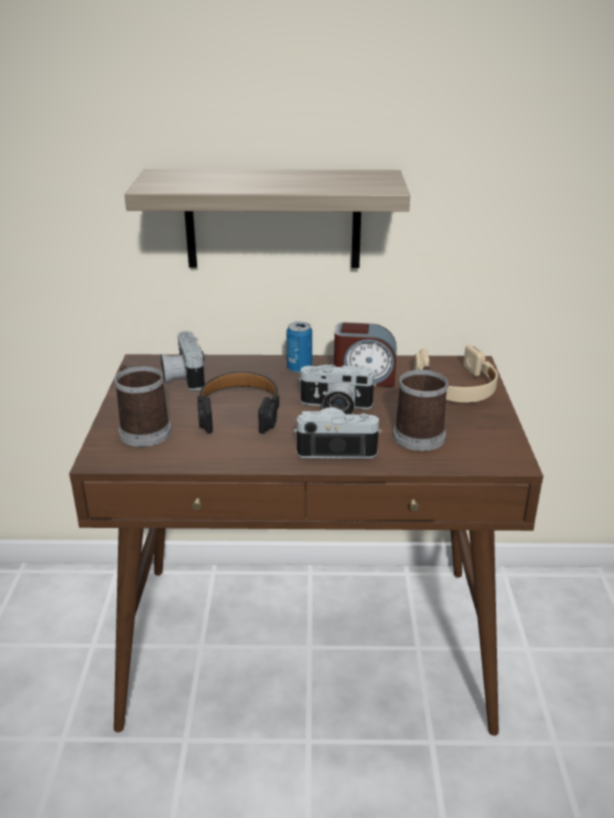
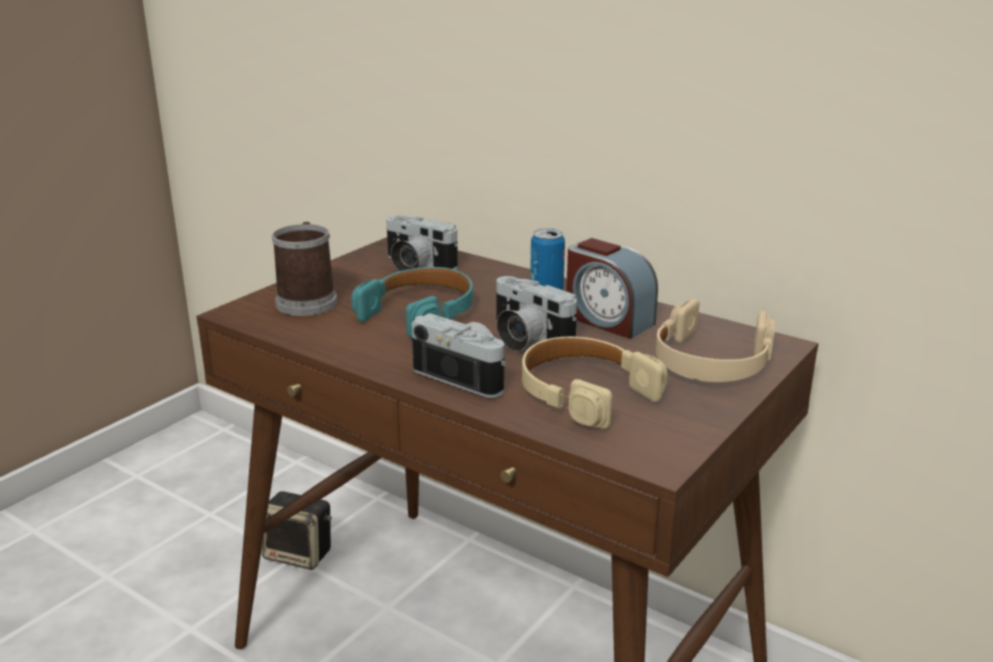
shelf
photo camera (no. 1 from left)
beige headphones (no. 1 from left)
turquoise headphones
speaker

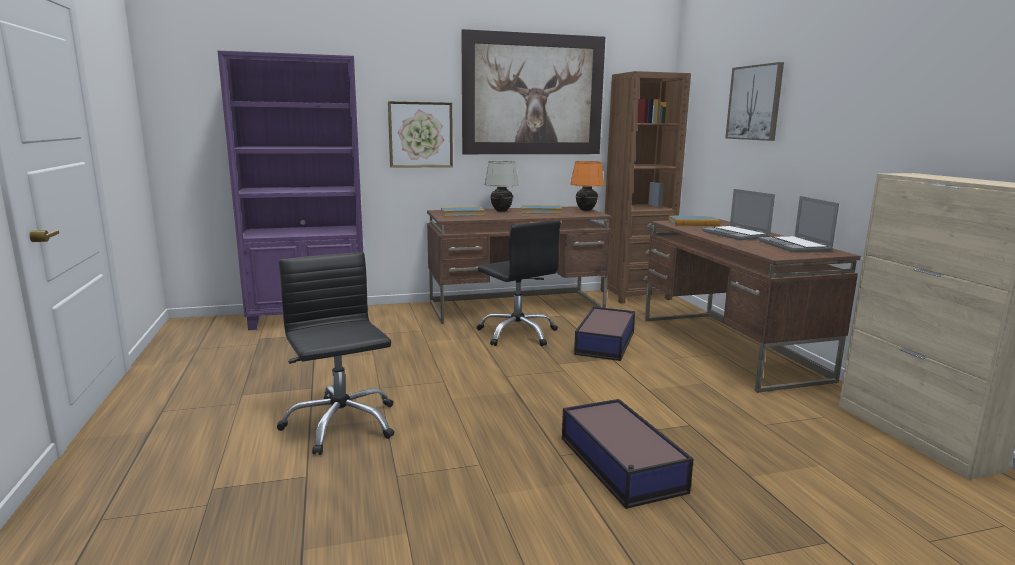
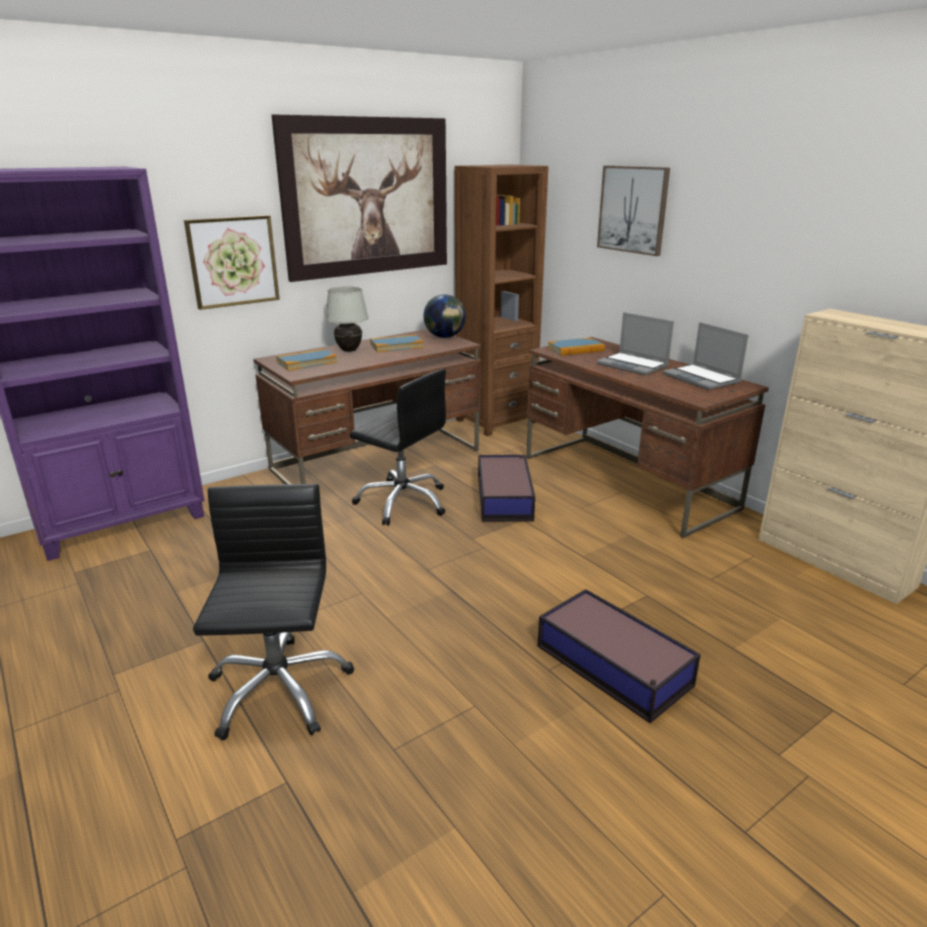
globe
black office chair (no. 1 from left)

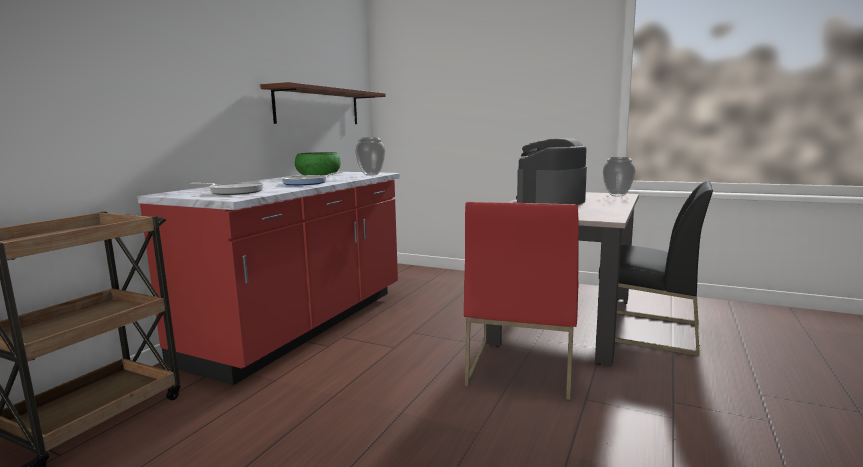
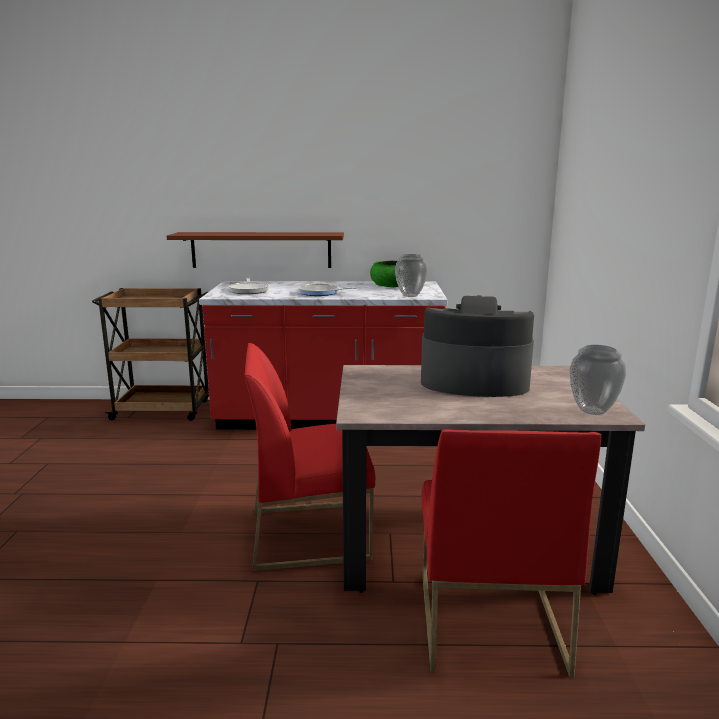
brown shelf
red chair (no. 2 from left)

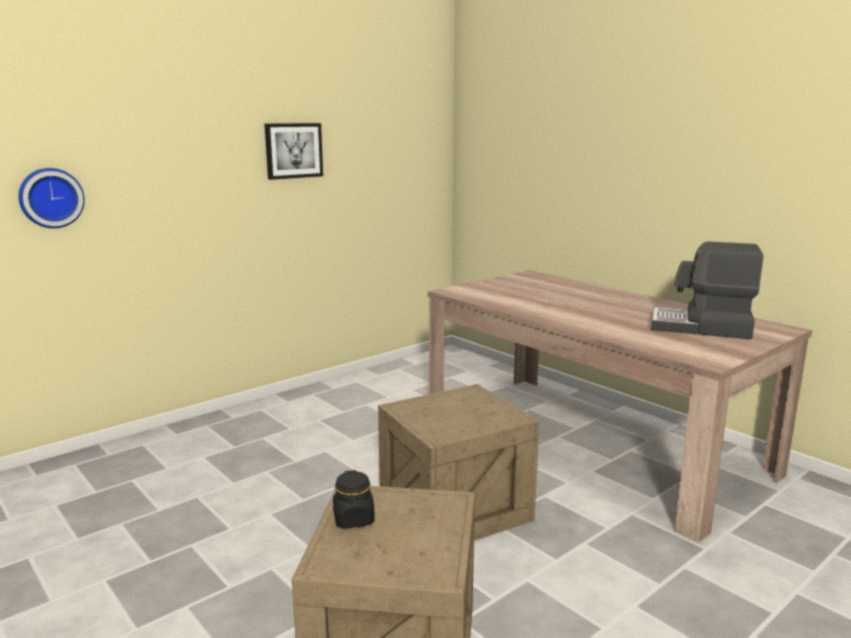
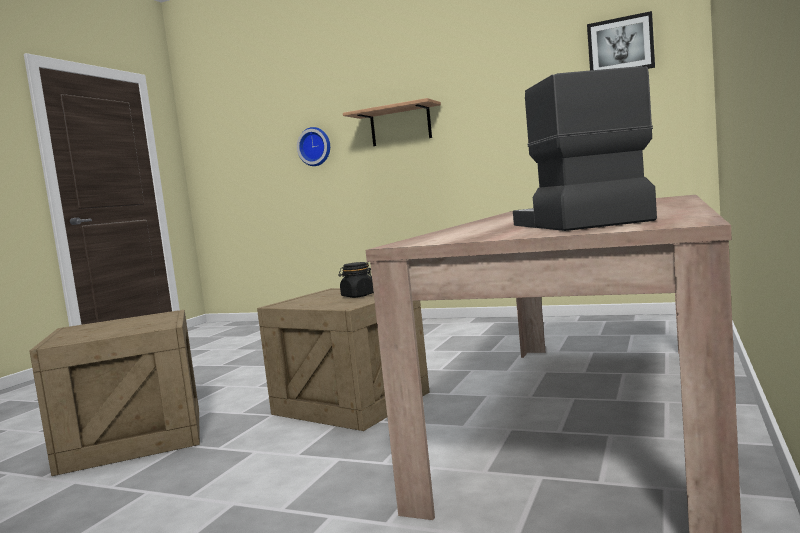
picture
black jar
shelf

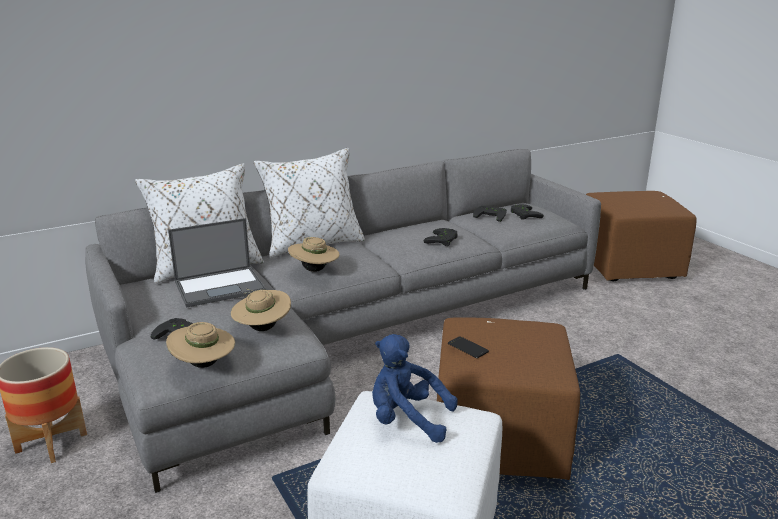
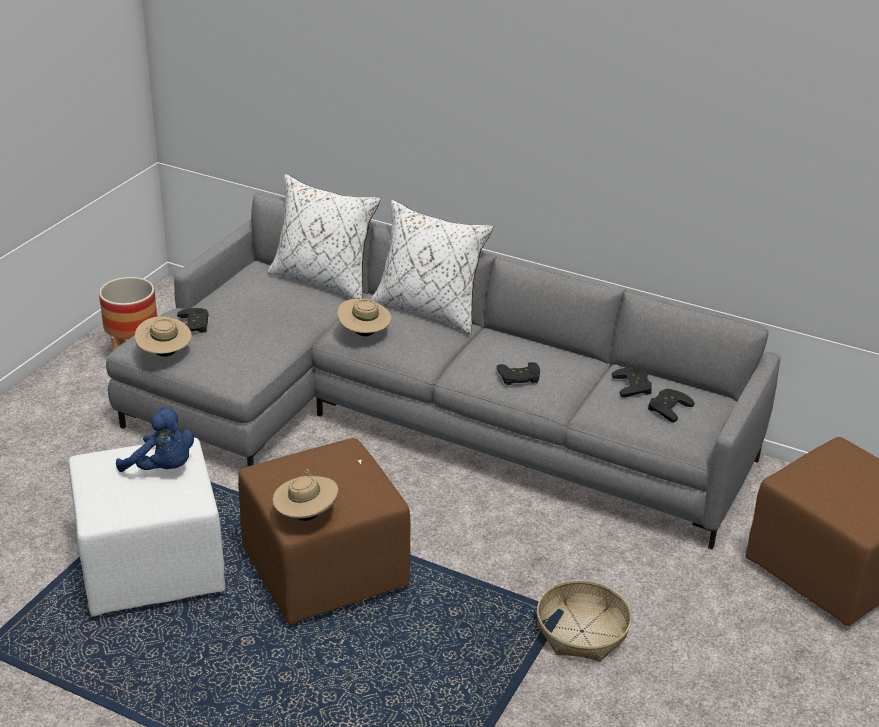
laptop
beige hat (no. 2 from left)
blue plush toy
phone
basket

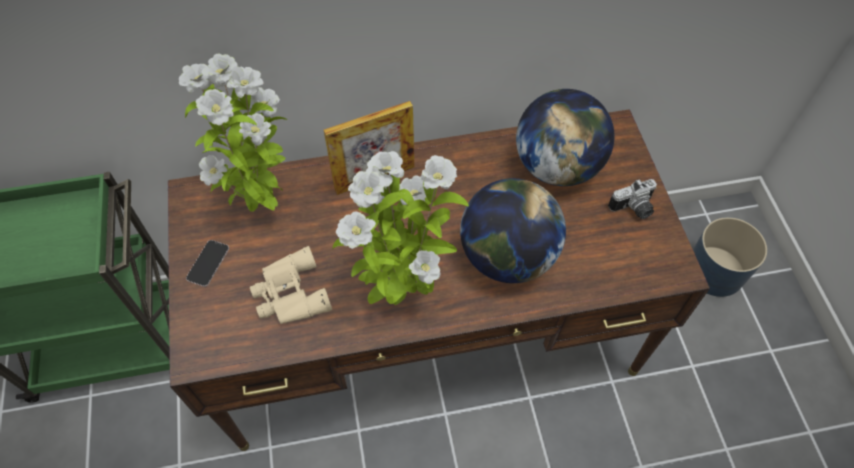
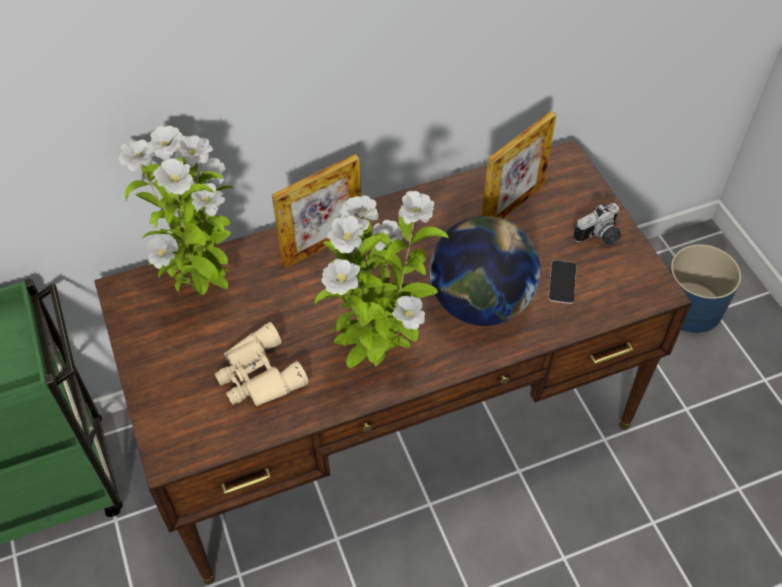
picture frame (no. 2 from left)
phone

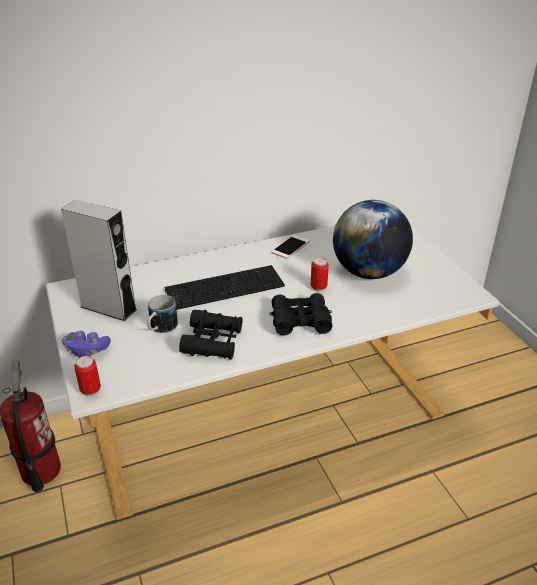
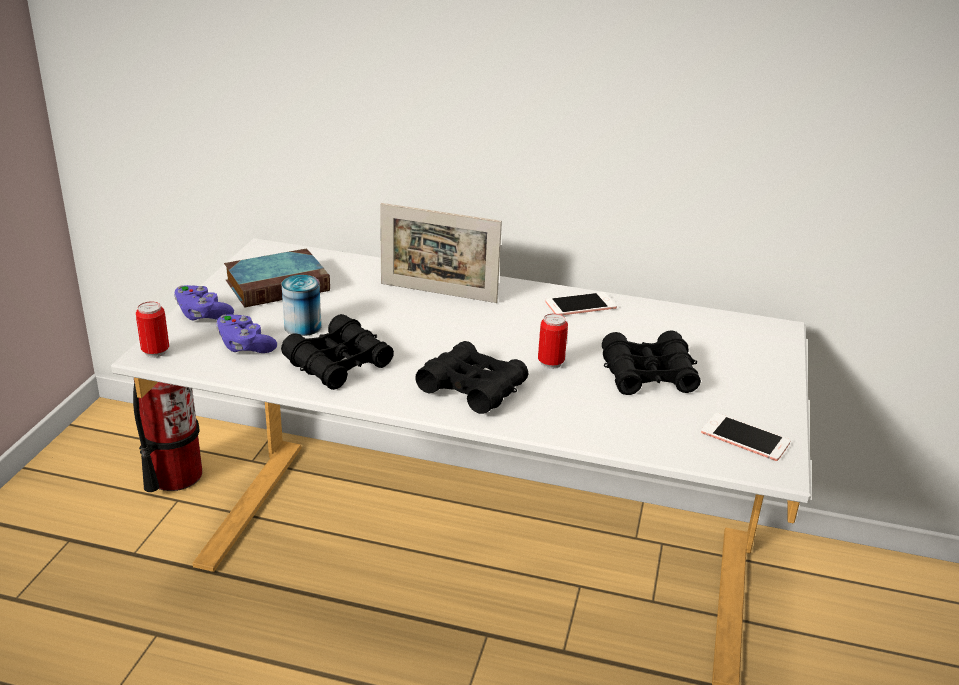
book
black binoculars (no. 3 from left)
keyboard
can (no. 2 from left)
picture frame
purple game controller (no. 2 from left)
phone (no. 2 from left)

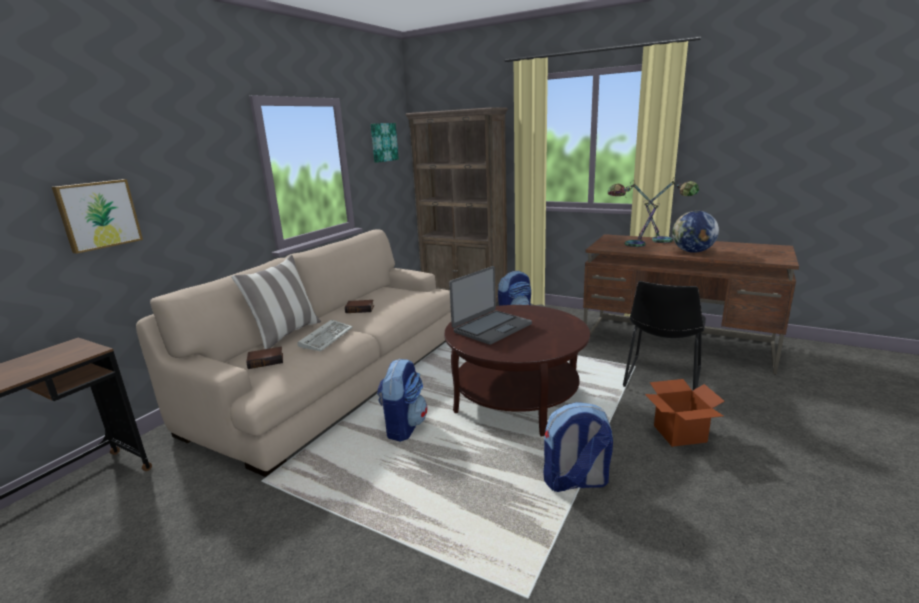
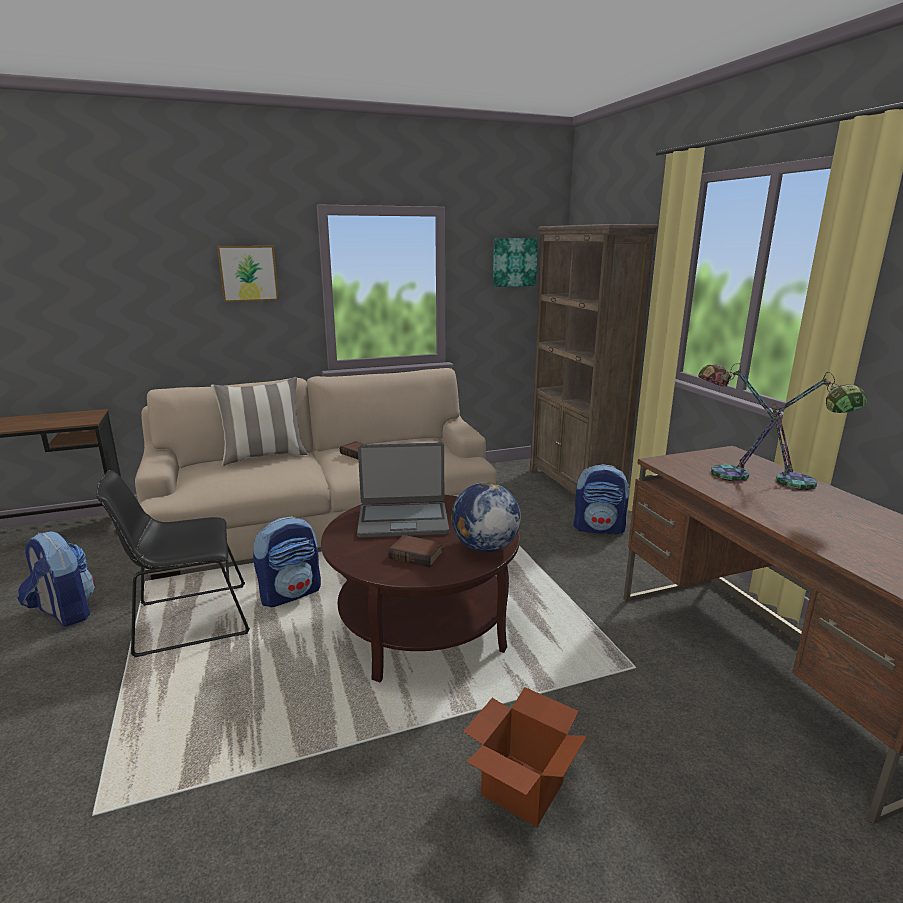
picture (no. 1 from left)
globe
black chair
keyboard
book (no. 2 from left)
backpack (no. 1 from left)

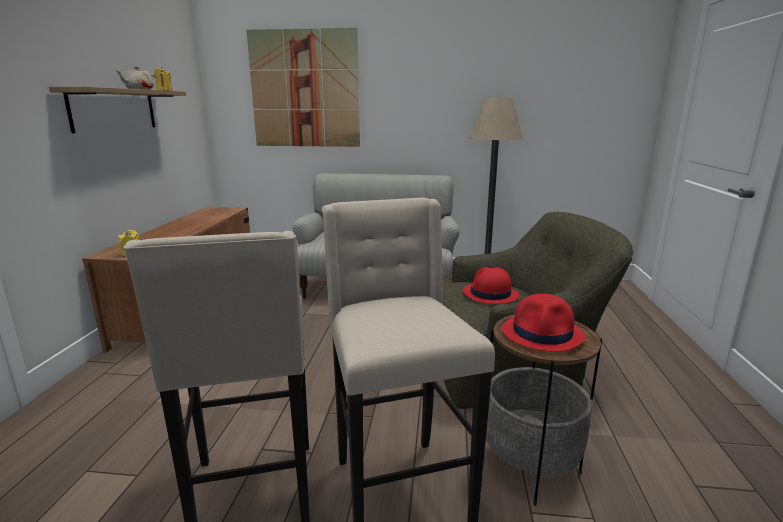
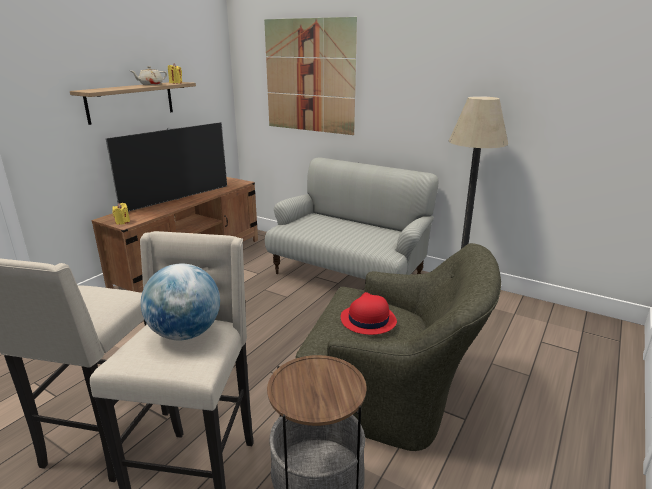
red hat (no. 2 from left in the first image)
television
globe

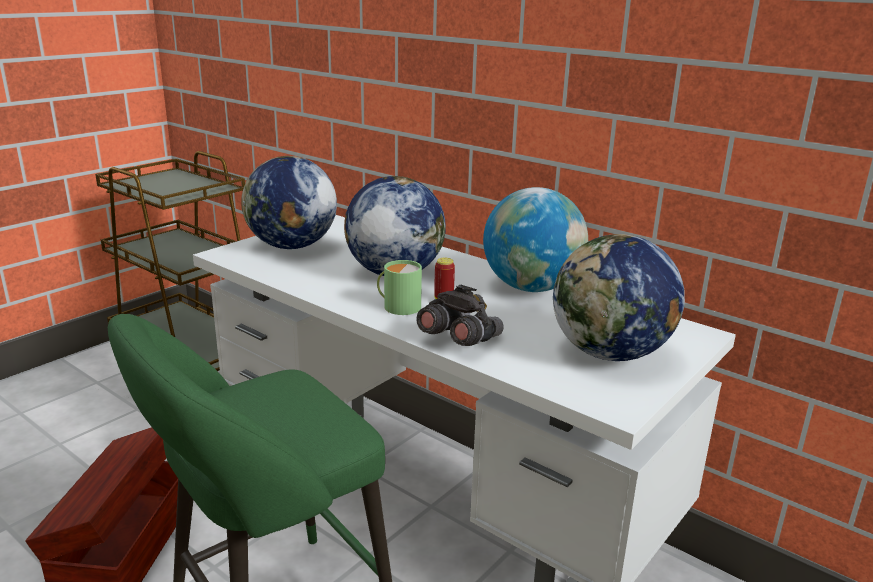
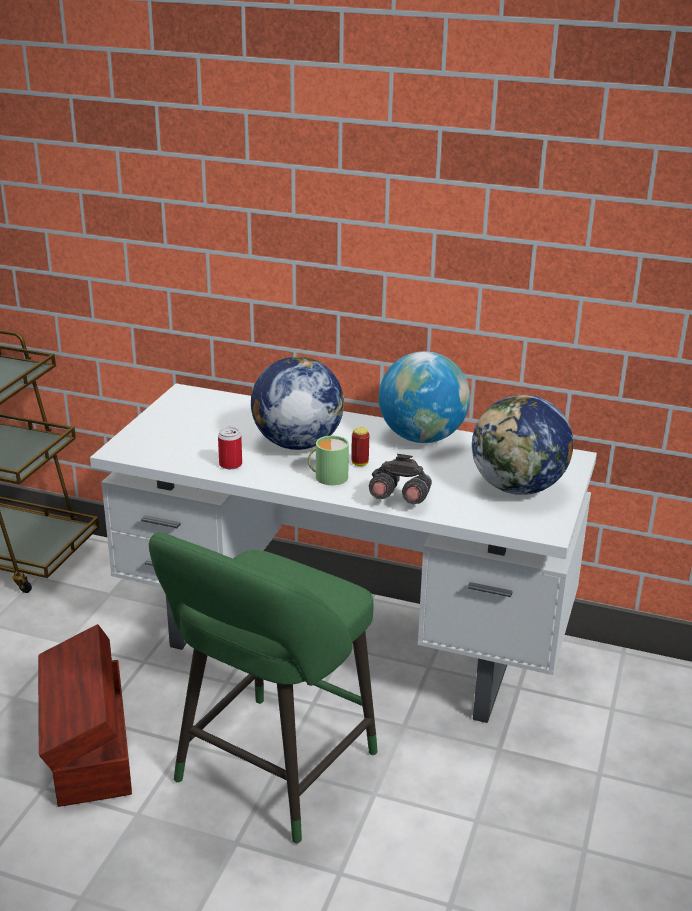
globe (no. 1 from left in the first image)
can (no. 1 from left)

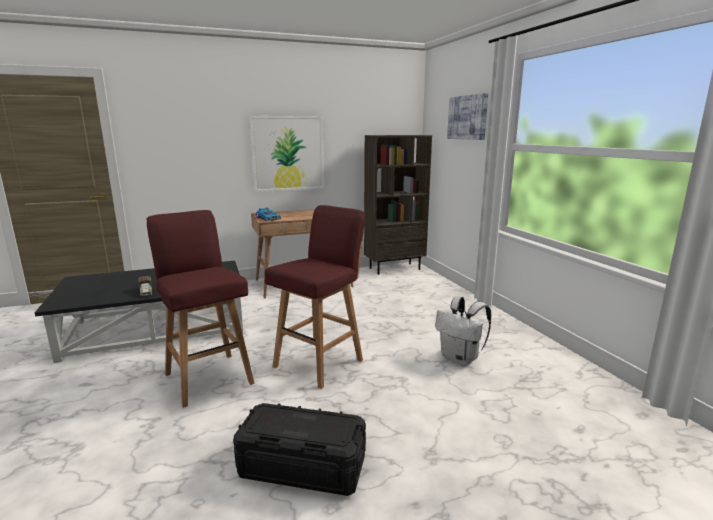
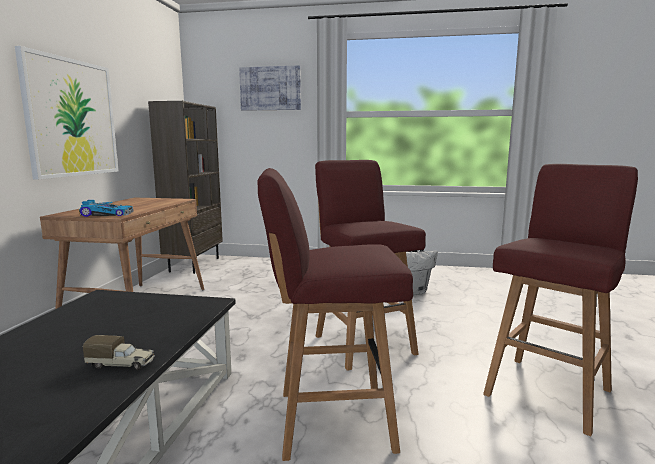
red stool (no. 3 from left)

